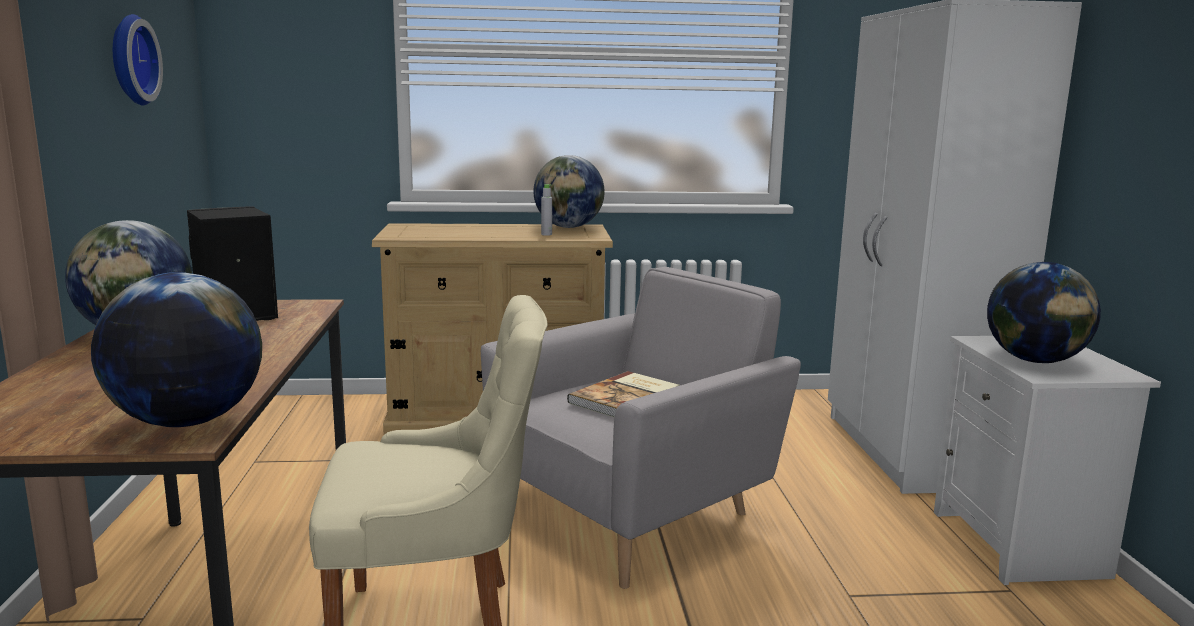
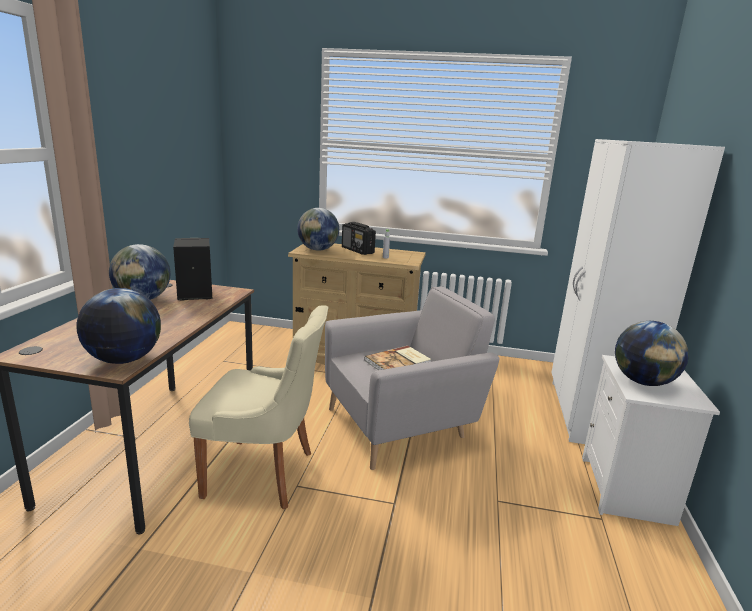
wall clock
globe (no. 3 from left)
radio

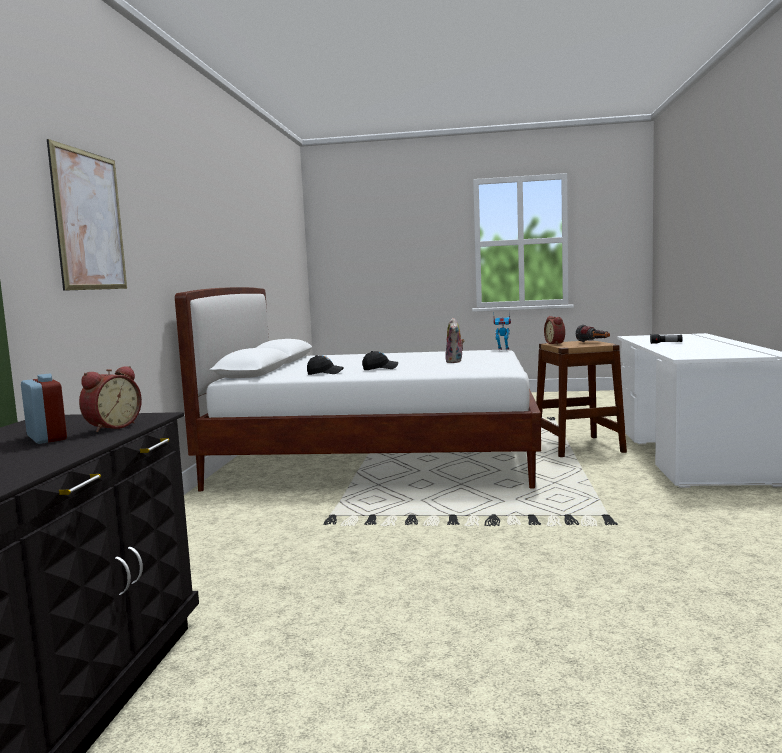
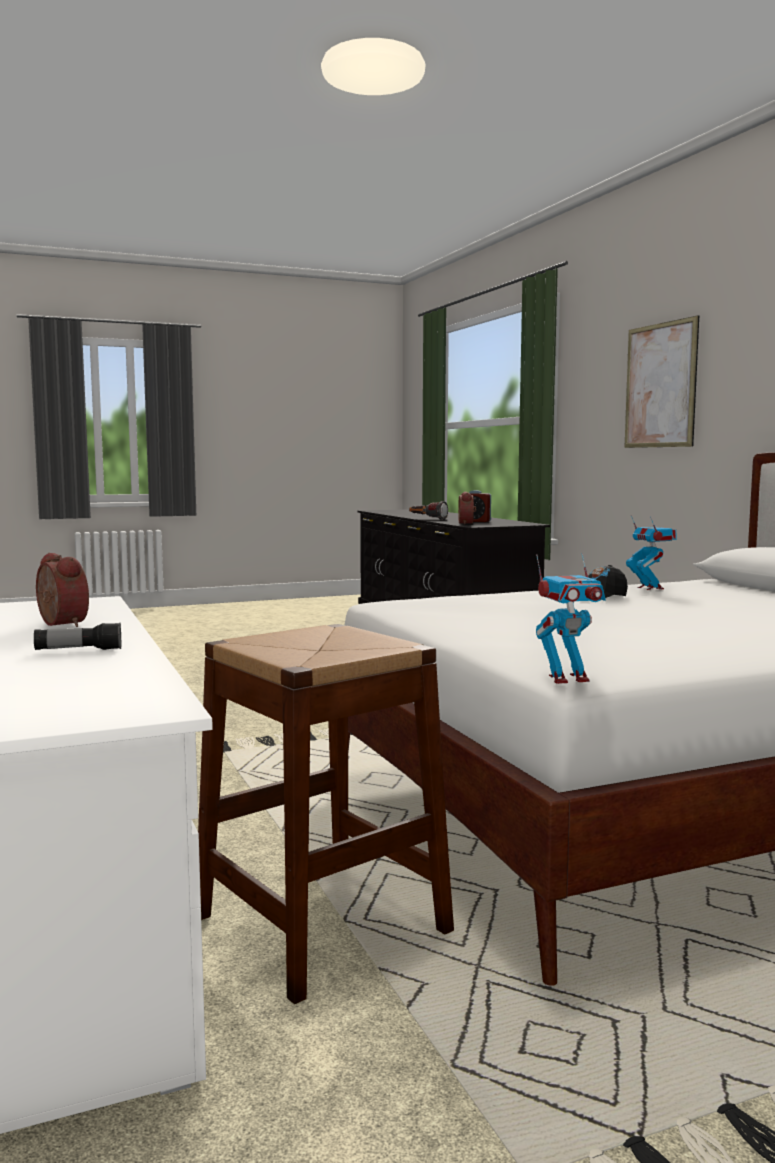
alarm clock (no. 1 from left)
plush toy
flashlight (no. 2 from left)
toy robot (no. 2 from left)

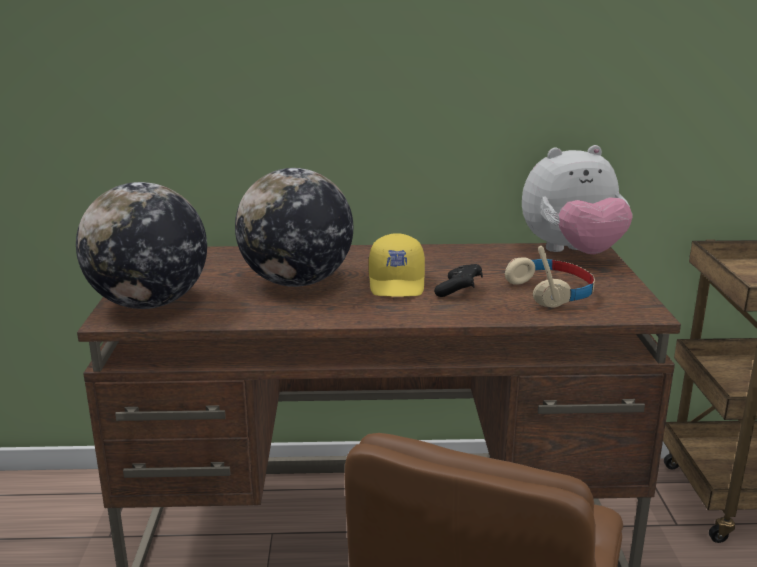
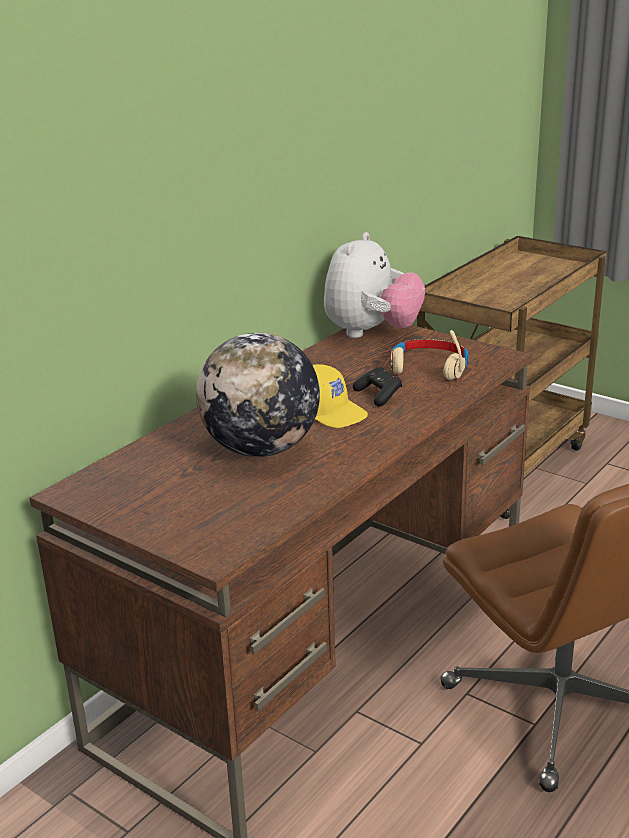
globe (no. 1 from left in the first image)

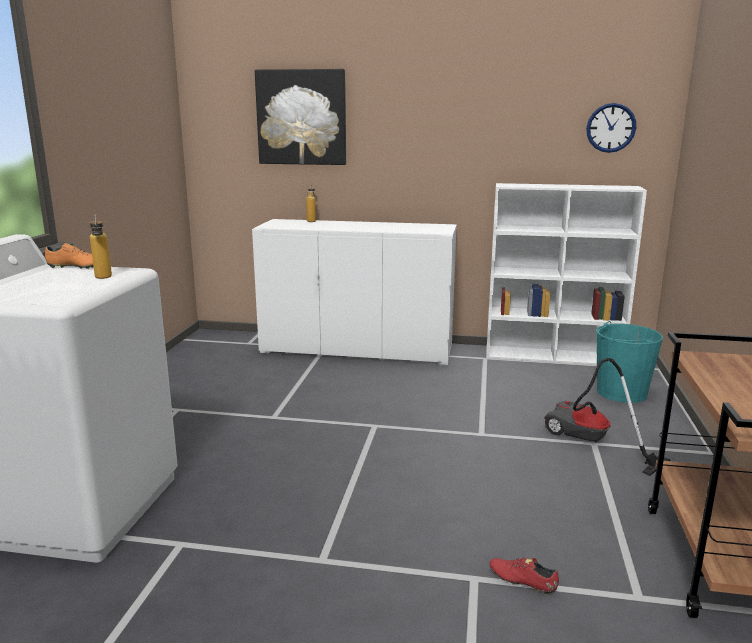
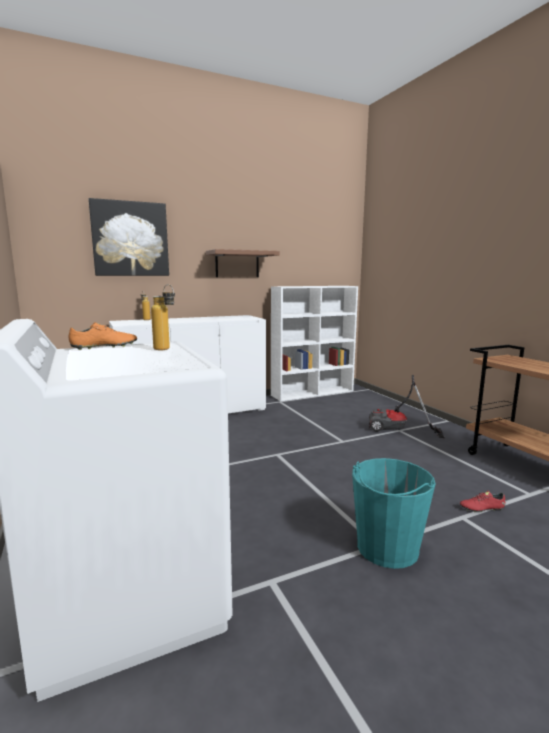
wall clock
turquoise bucket
brown shelf

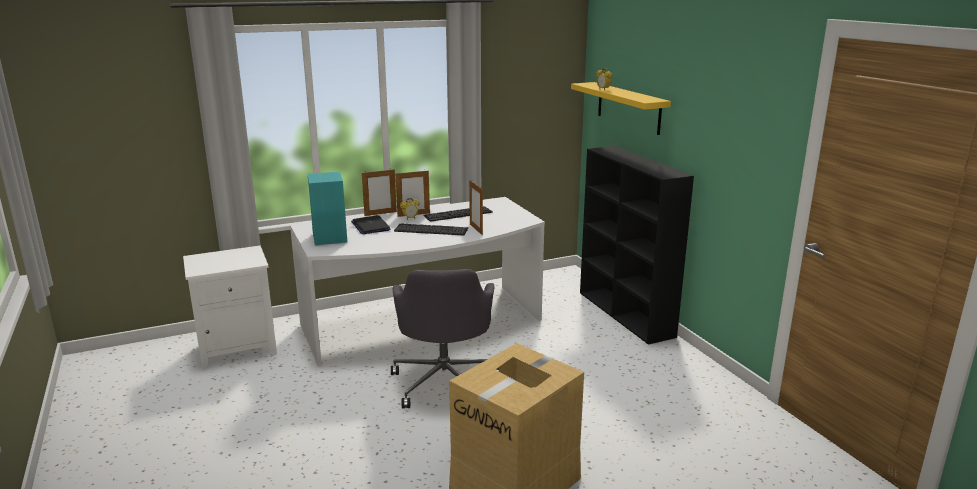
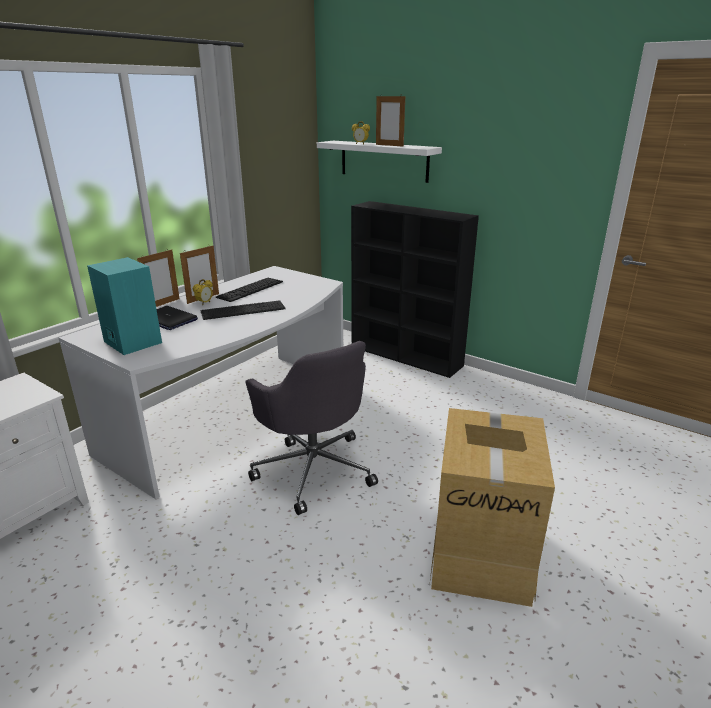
white shelf
picture frame (no. 3 from left)

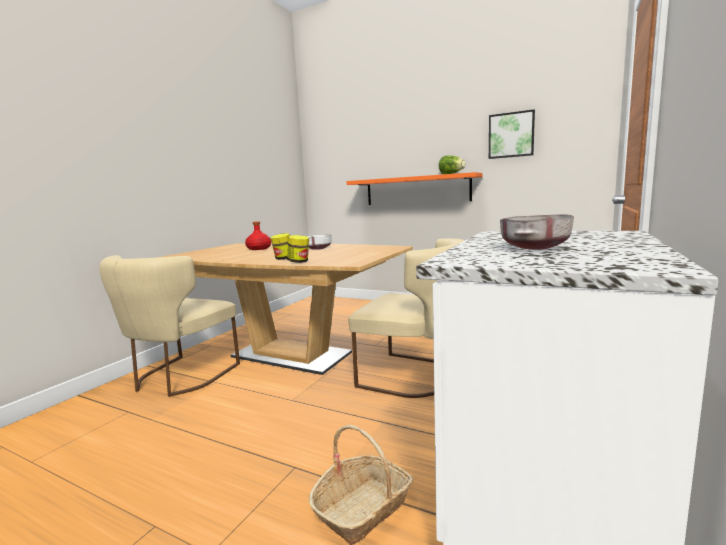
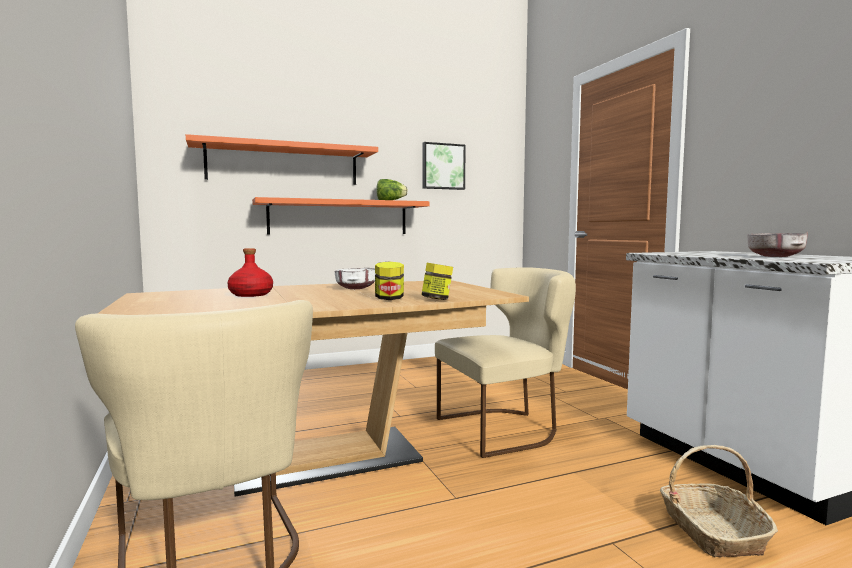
orange shelf (no. 1 from left)

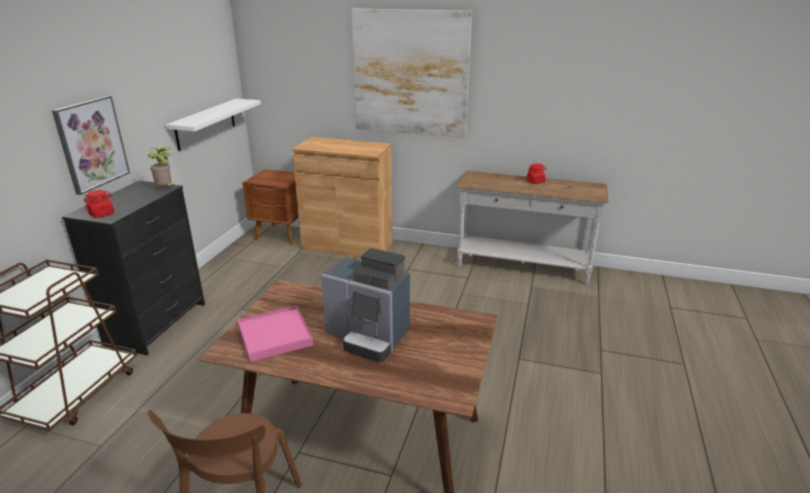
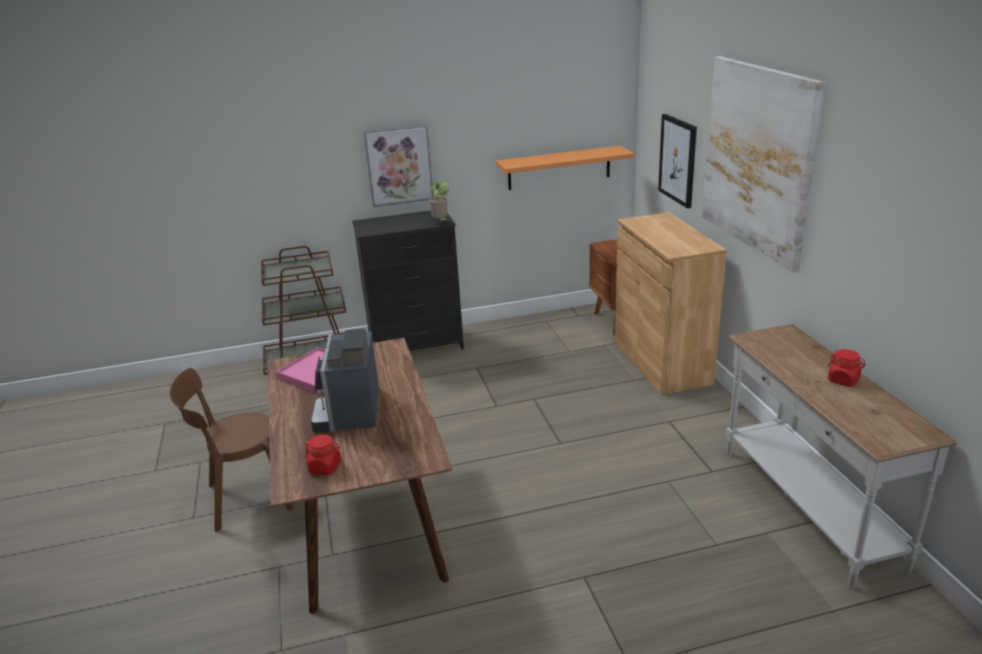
orange shelf
red jar (no. 1 from left)
picture (no. 2 from left)

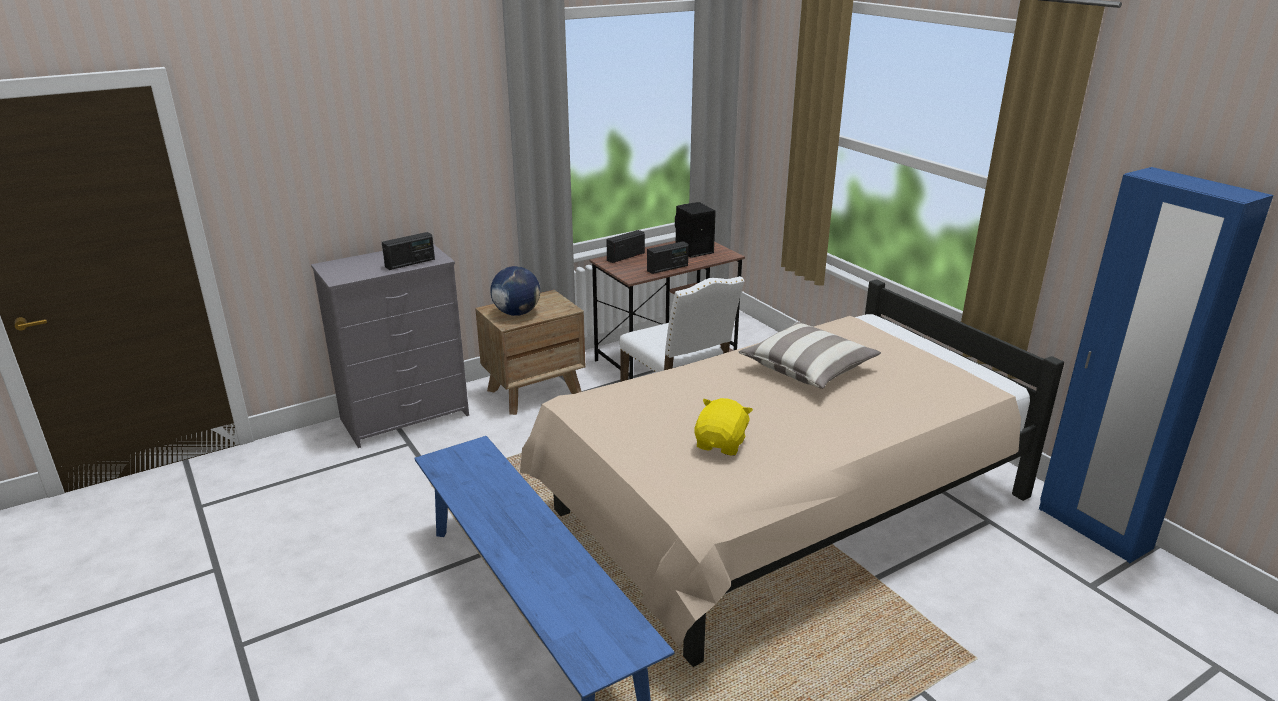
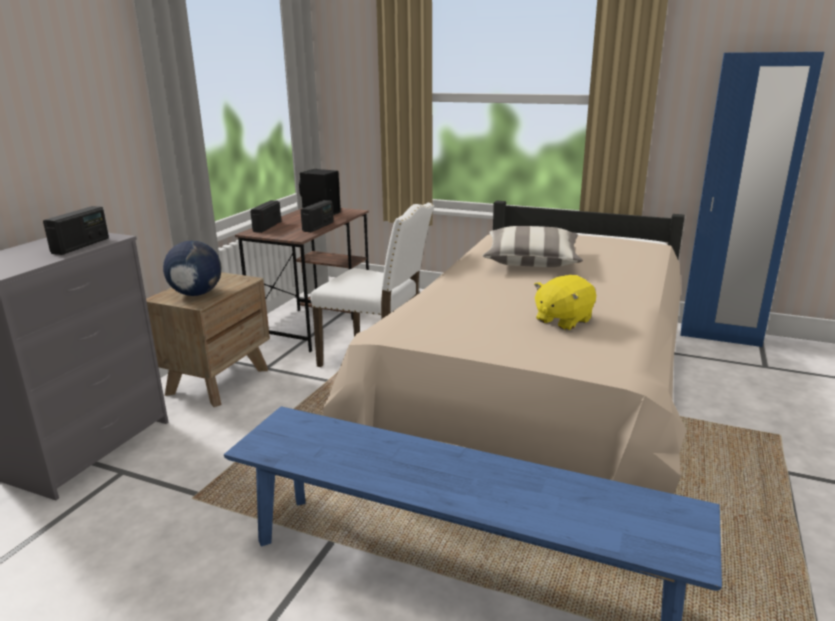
yellow plush toy

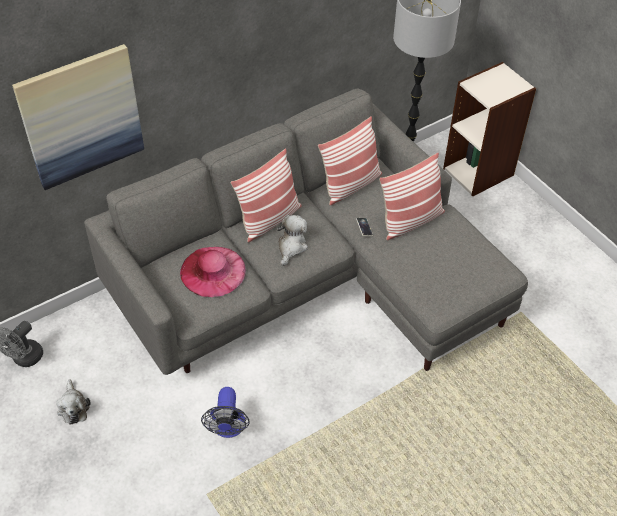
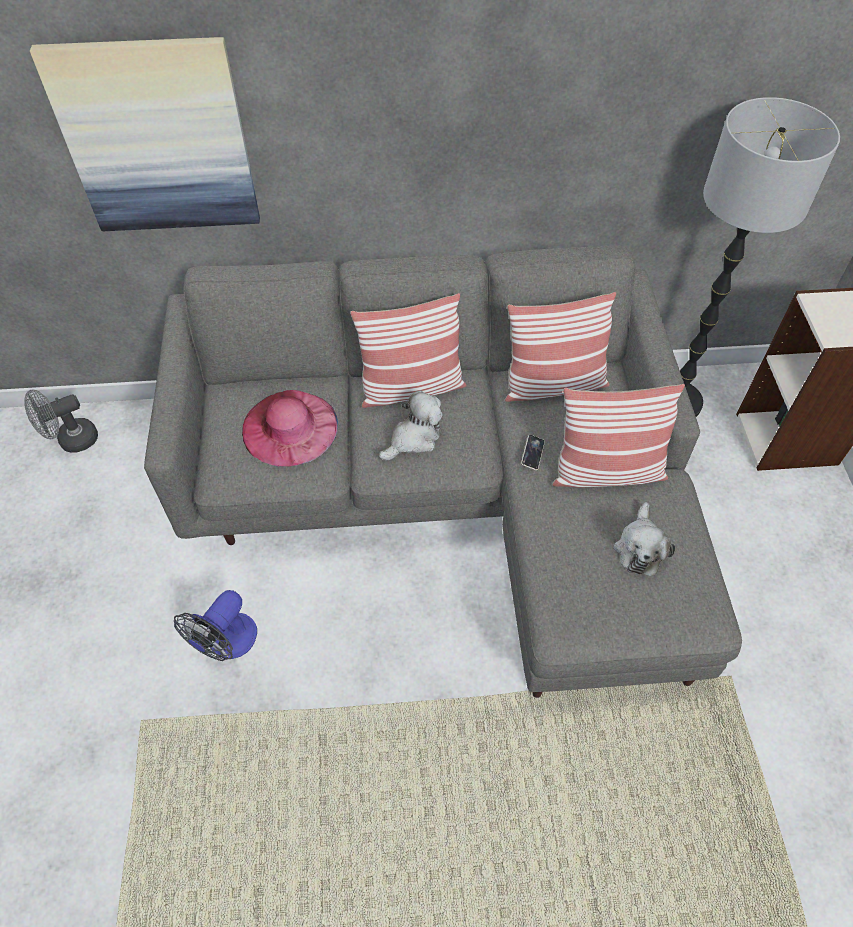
plush toy (no. 2 from left)

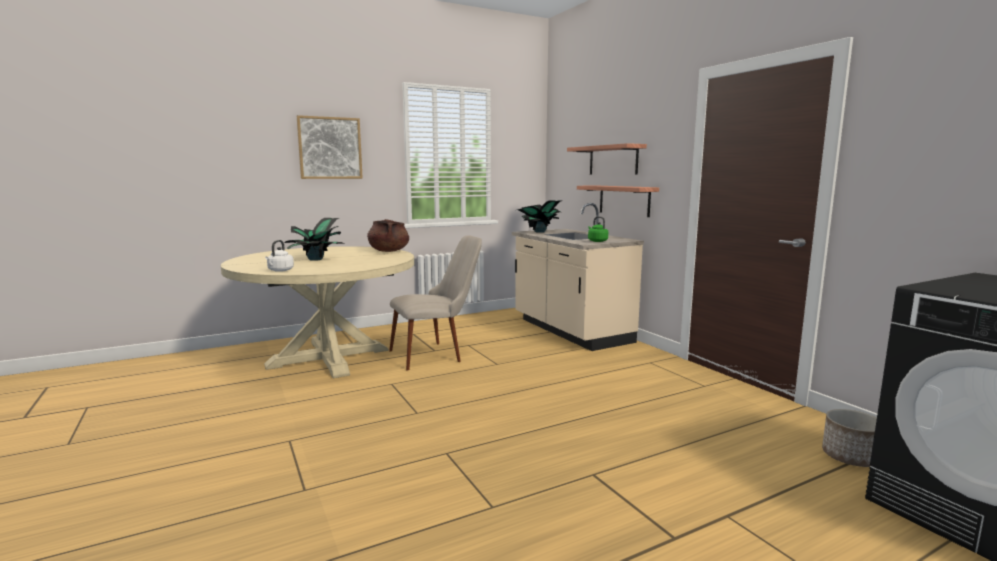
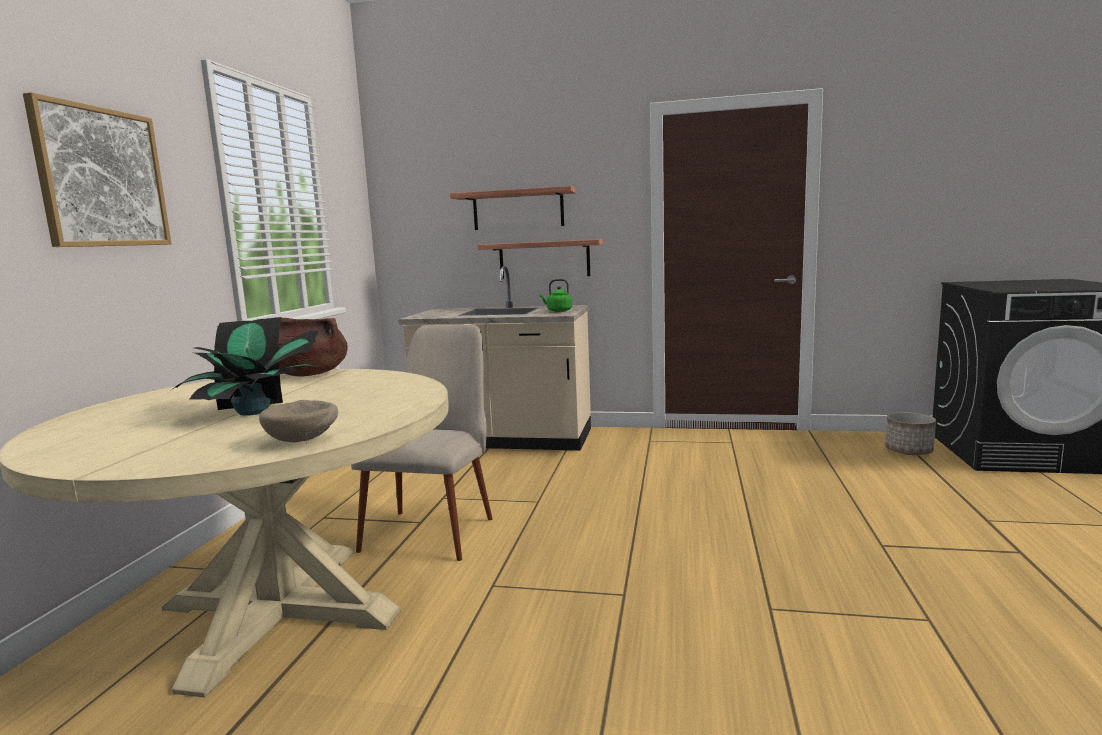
potted plant (no. 2 from left in the first image)
beige bowl

